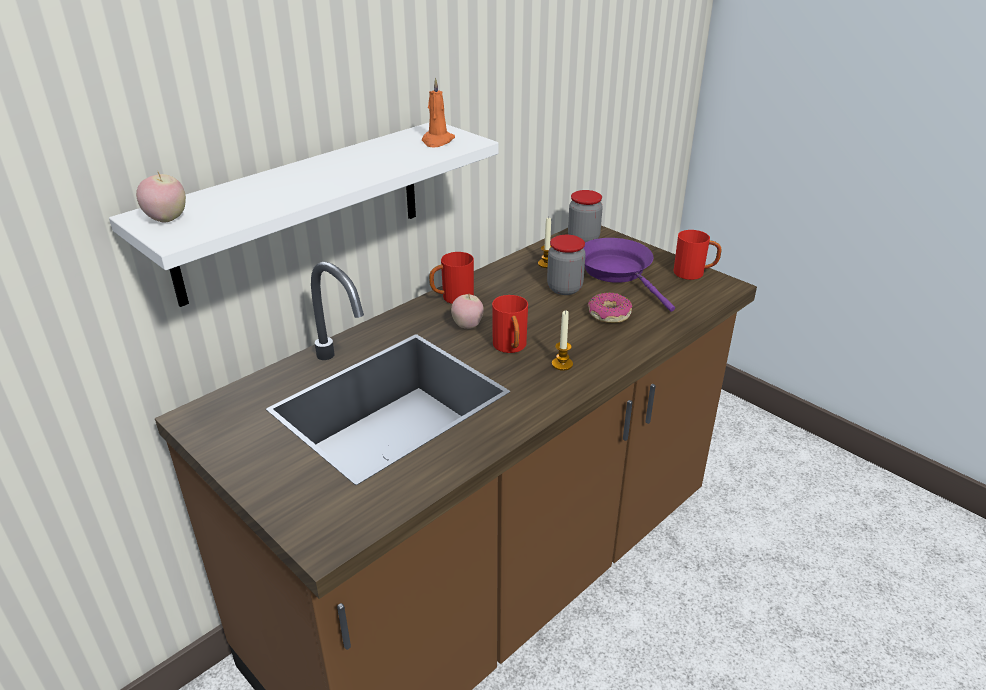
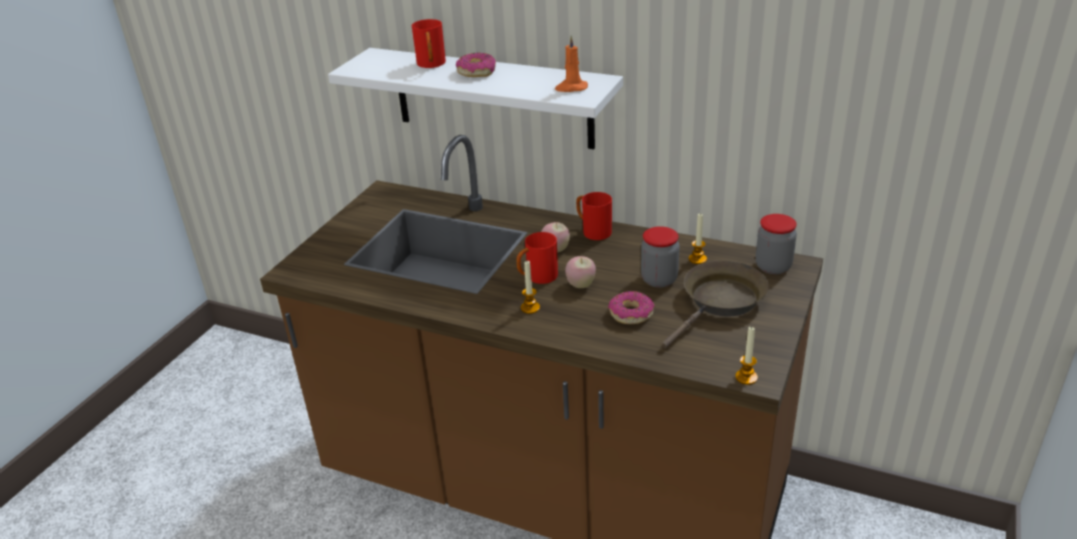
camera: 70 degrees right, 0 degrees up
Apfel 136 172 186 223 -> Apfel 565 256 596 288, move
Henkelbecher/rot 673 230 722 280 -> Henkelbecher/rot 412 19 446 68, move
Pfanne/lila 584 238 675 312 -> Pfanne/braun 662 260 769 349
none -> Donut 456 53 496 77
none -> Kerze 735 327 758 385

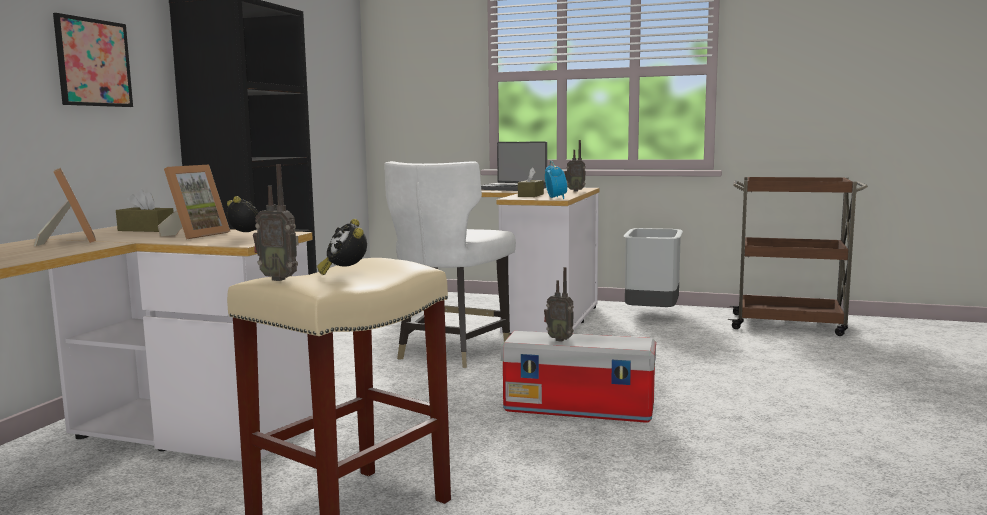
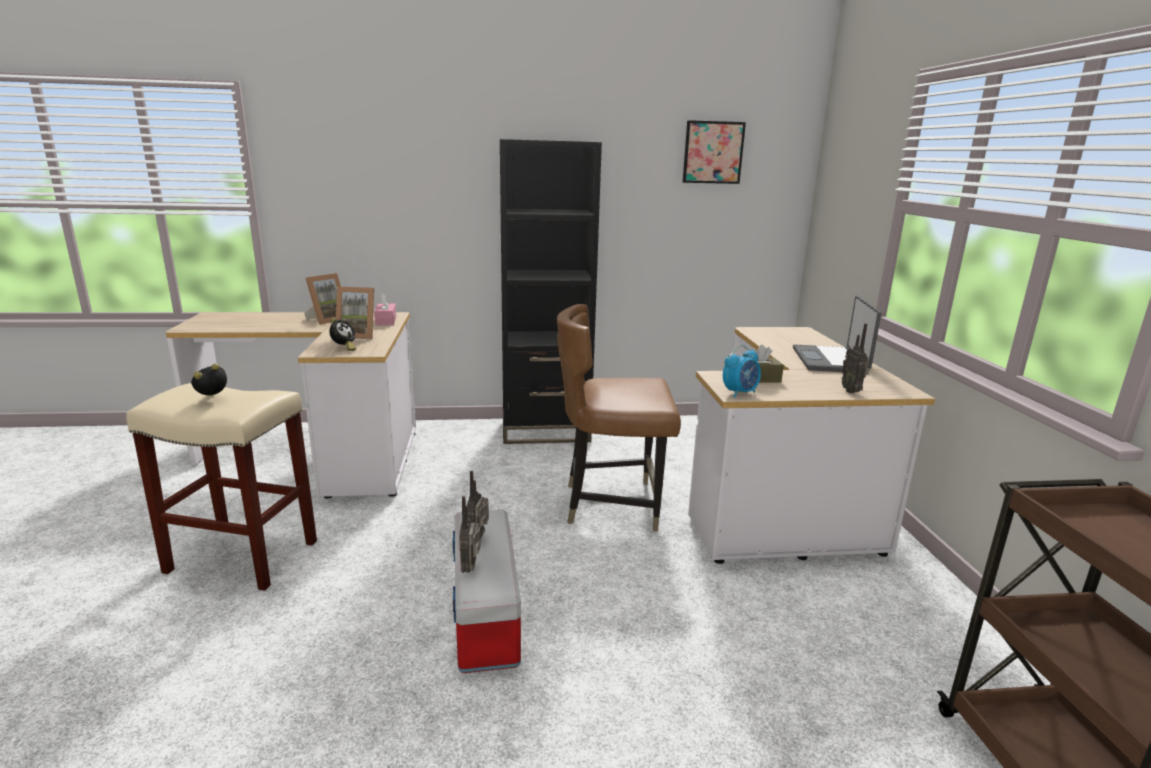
camera: 65 degrees right, 10 degrees up
Bild 53 13 133 107 -> Bild 683 120 746 184, move
Stuhl/weiß 384 161 516 368 -> Stuhl/braun 557 304 681 532
Radio 253 164 299 281 -> Radio 459 496 481 573, move
Taschentuchbox/braun 116 189 174 232 -> Taschentuchbox/rosa 374 293 396 325
Mülleimer/grau 624 228 683 307 -> none

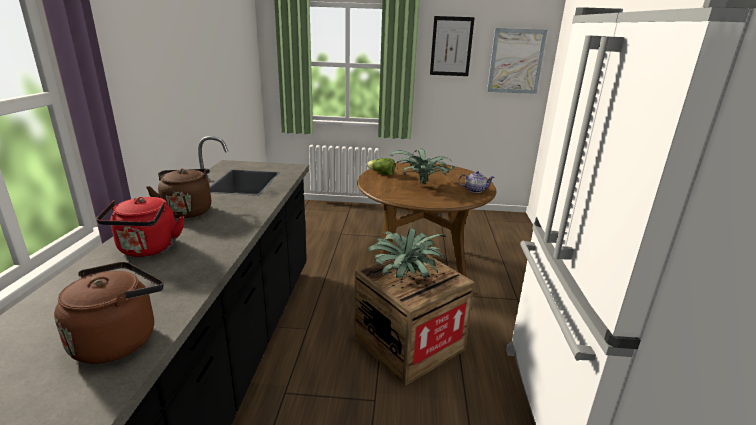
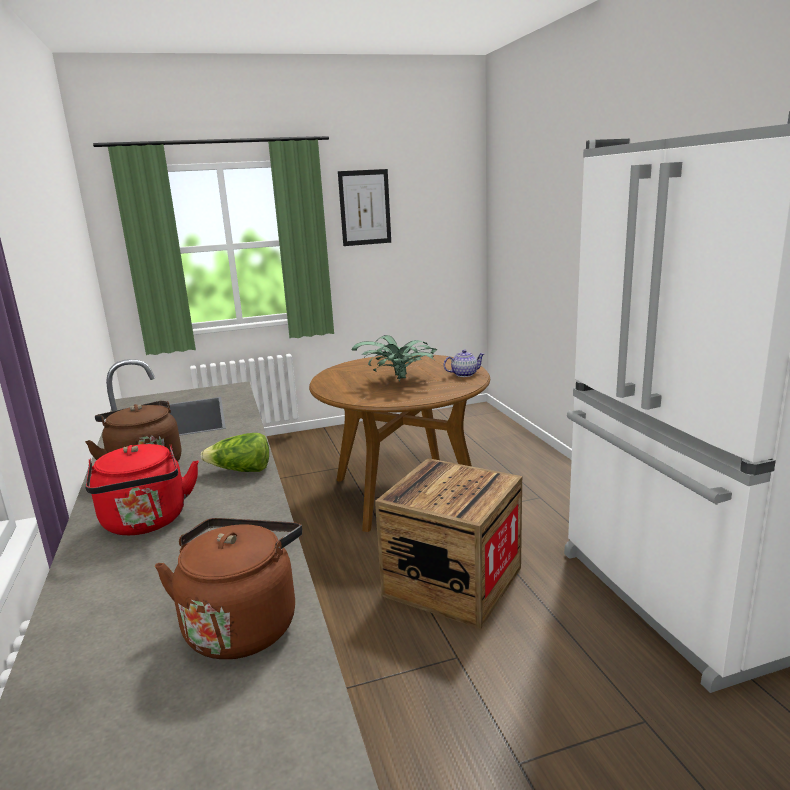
camera: 20 degrees left, 5 degrees down
Bild 487 28 547 94 -> none
Salatkopf 367 158 395 175 -> Salatkopf 201 433 269 472, move
Topfpflanze 367 228 446 278 -> none

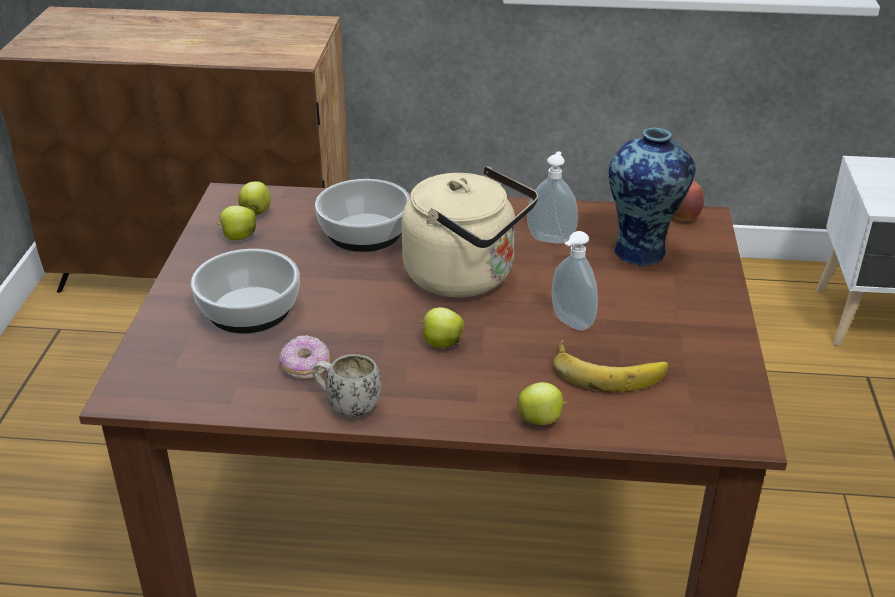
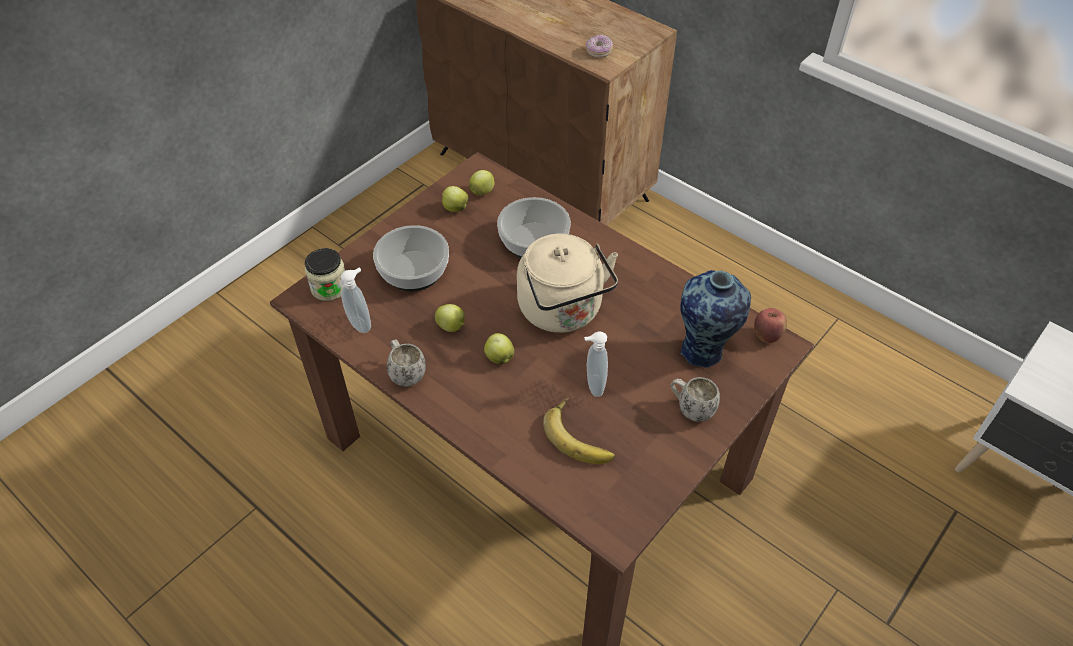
camera: 35 degrees right, 15 degrees up
Seifenspender 527 151 578 244 -> Seifenspender 341 268 371 333, move
Donut 279 335 330 379 -> Donut 586 35 613 58, move
Apfel 517 382 567 425 -> Apfel 435 304 465 332, move
none -> Vorratsglas 305 248 345 301
none -> Henkelbecher/weiß 670 377 720 422

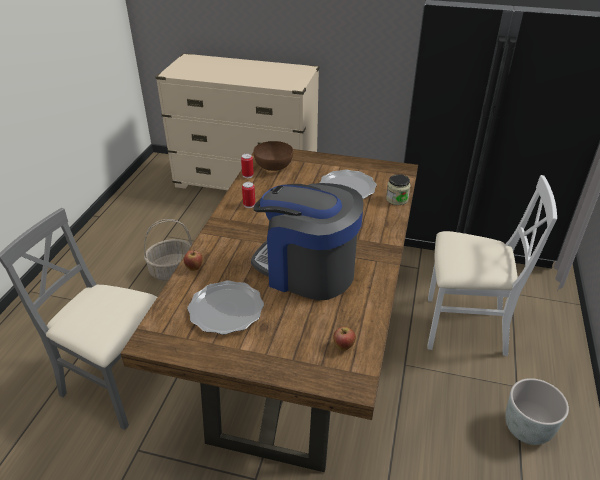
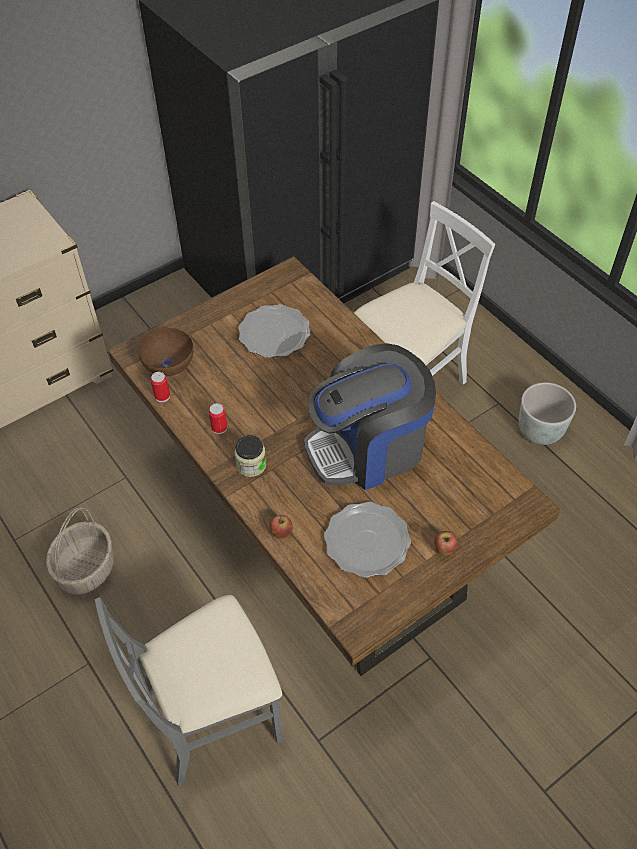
camera: 50 degrees left, 15 degrees up
Vorratsglas 386 174 410 205 -> Vorratsglas 234 435 267 477, move
Apfel 333 327 356 350 -> Apfel 434 531 458 555, move

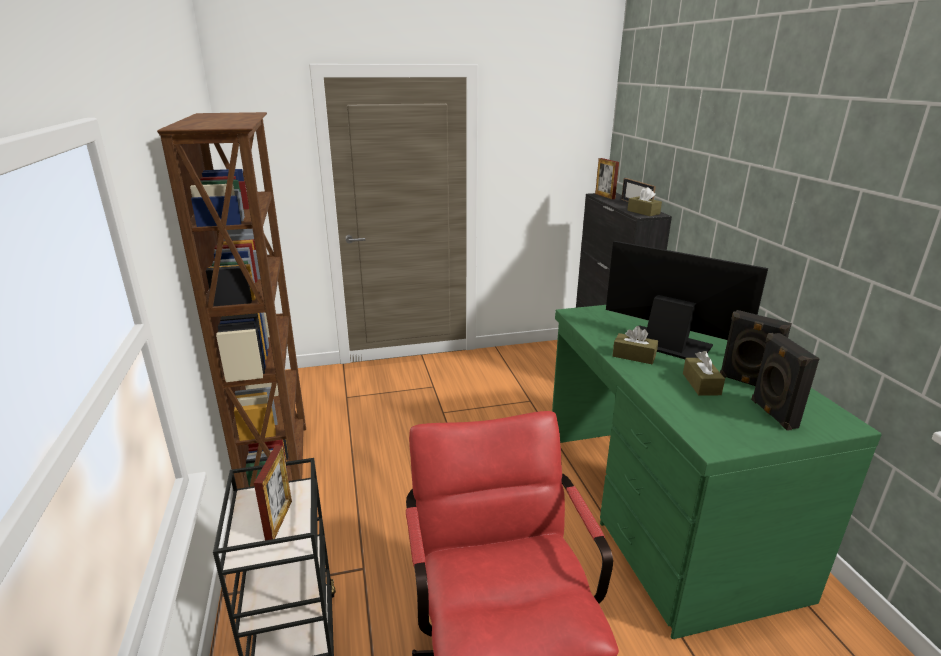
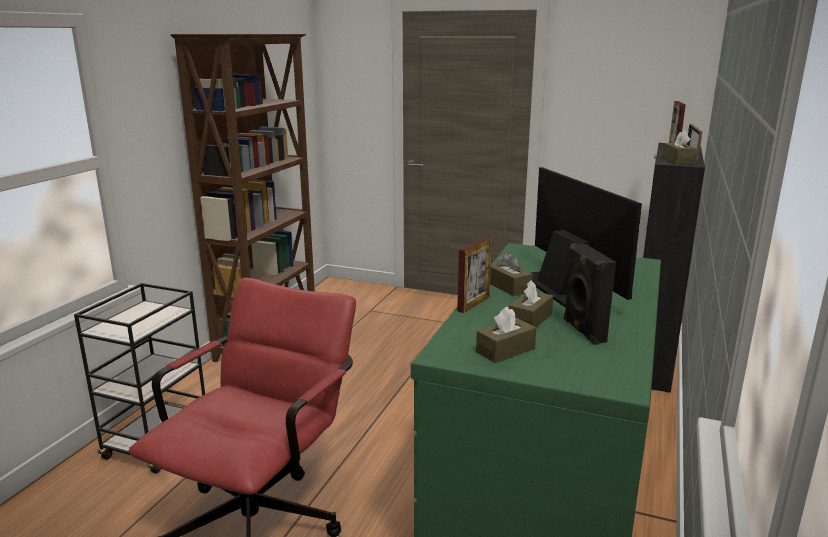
camera: 35 degrees right, 5 degrees down
Lautsprecher/schwarz 751 333 820 431 -> none
Bilderrahmen 254 445 292 540 -> Bilderrahmen 457 237 492 313, move
none -> Taschentuchbox/braun 476 307 536 363

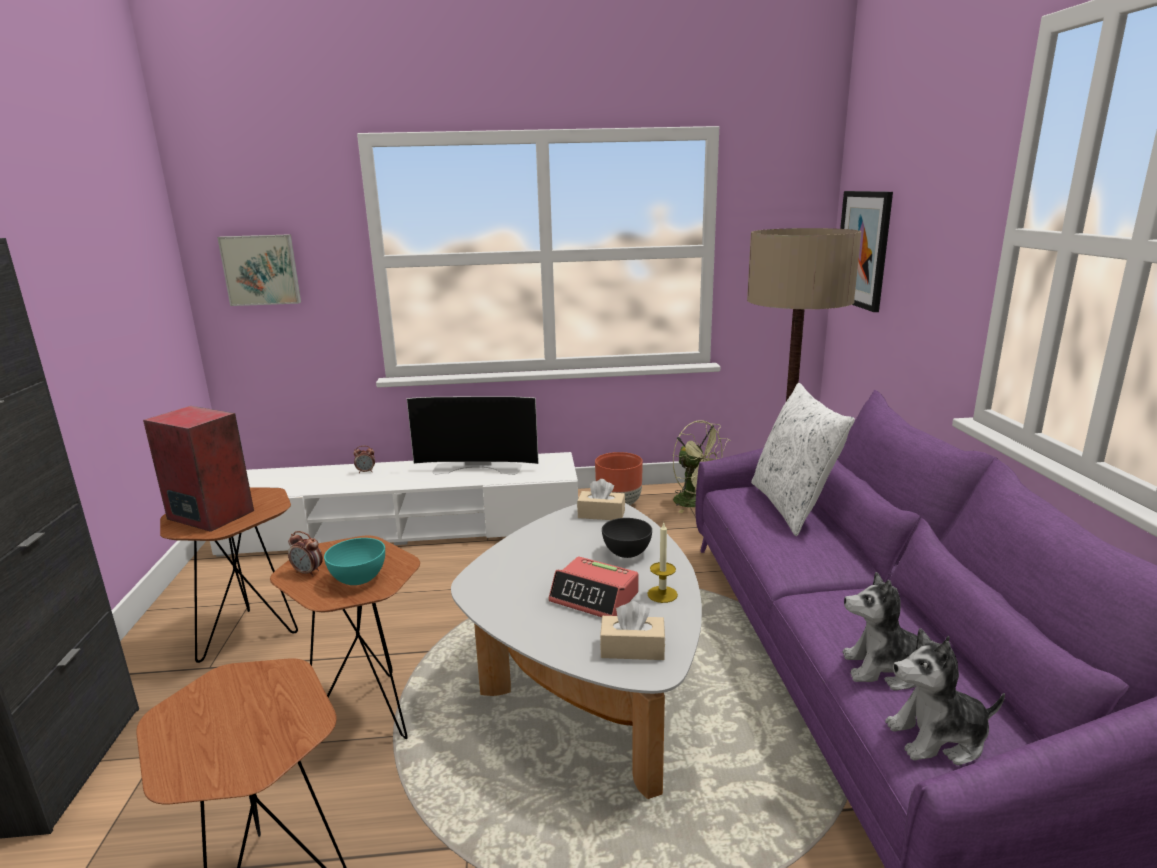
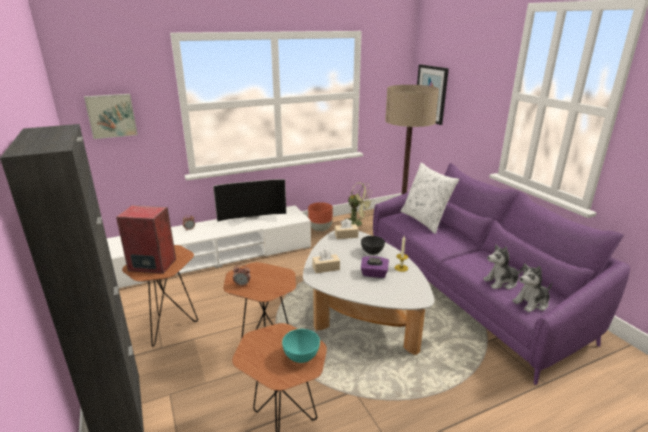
camera: 20 degrees left, 5 degrees up
Schüssel/türkis 324 538 385 585 -> Schüssel/türkis 282 329 320 363, move
Wecker 548 556 638 617 -> Taschentuchbox/lila 361 256 389 278
Taschentuchbox/beige 600 601 665 660 -> Taschentuchbox/beige 312 249 340 273, move

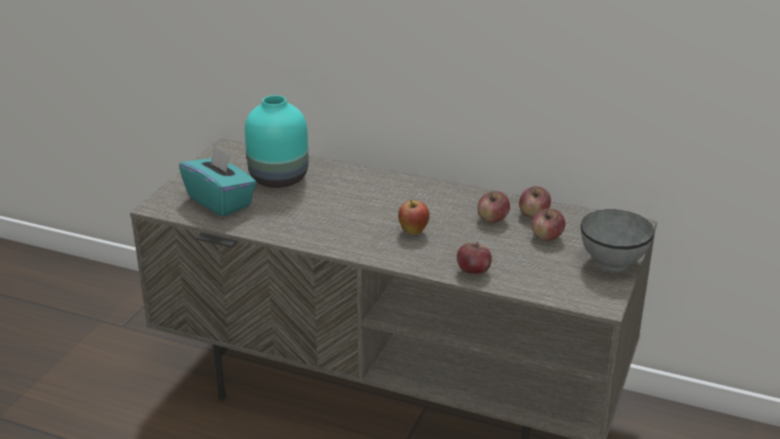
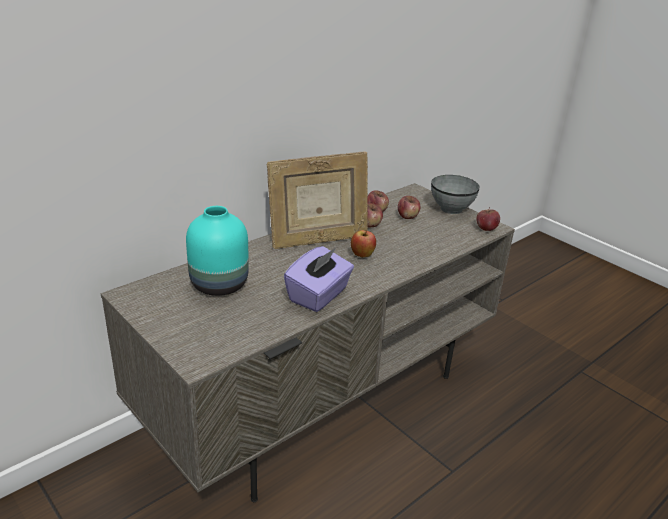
camera: 65 degrees left, 0 degrees up
Taschentuchbox/türkis 179 145 257 217 -> none
Apfel 457 242 492 274 -> Apfel 476 207 500 231, move
none -> Bilderrahmen 267 151 368 249
none -> Taschentuchbox/lila 284 246 354 312

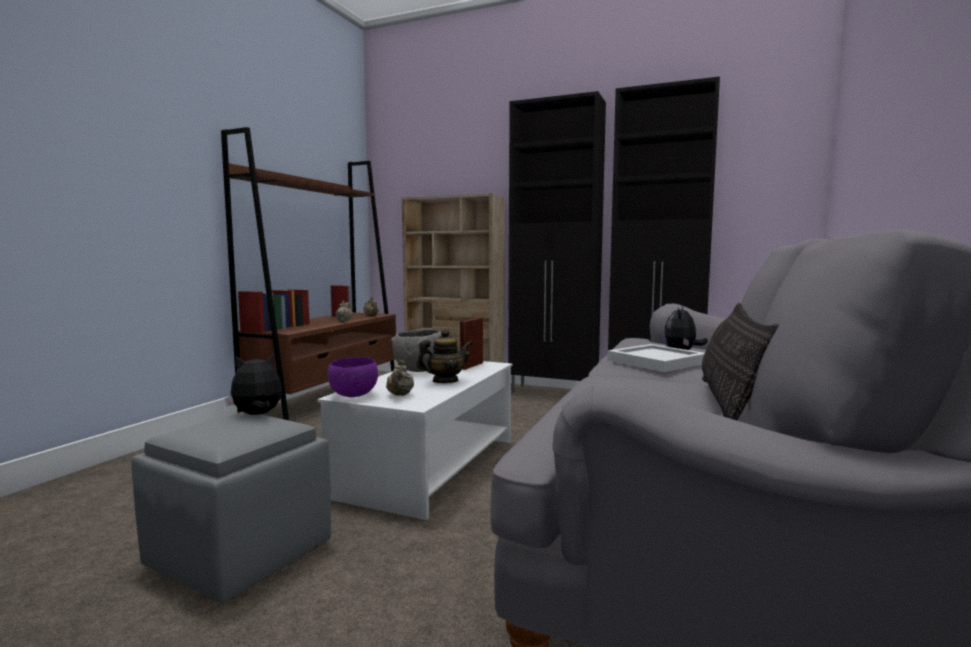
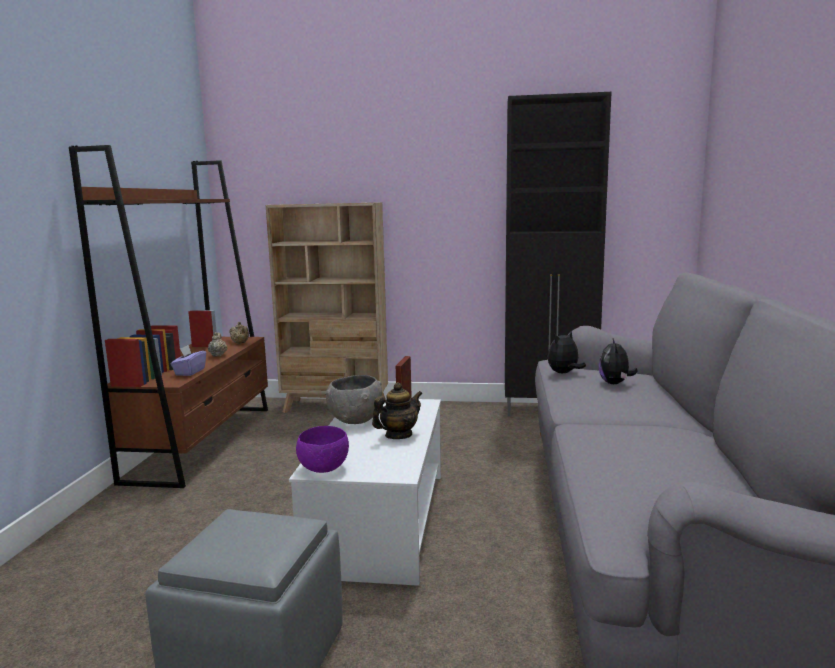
camera: 15 degrees left, 5 degrees up
Schrank/schwarz 508 91 606 393 -> none
Kissen 702 303 779 421 -> none
Tablett/weiß 607 344 705 372 -> none
Plüschtier 225 354 282 415 -> Plüschtier 548 331 586 373, move
Teekanne/beige 386 361 414 396 -> none
none -> Taschentuchbox/lila 171 345 206 376

